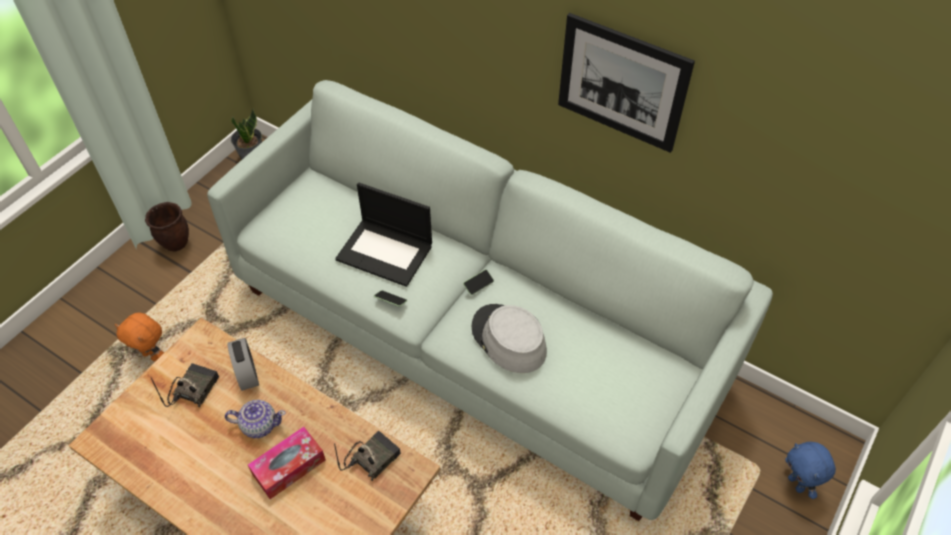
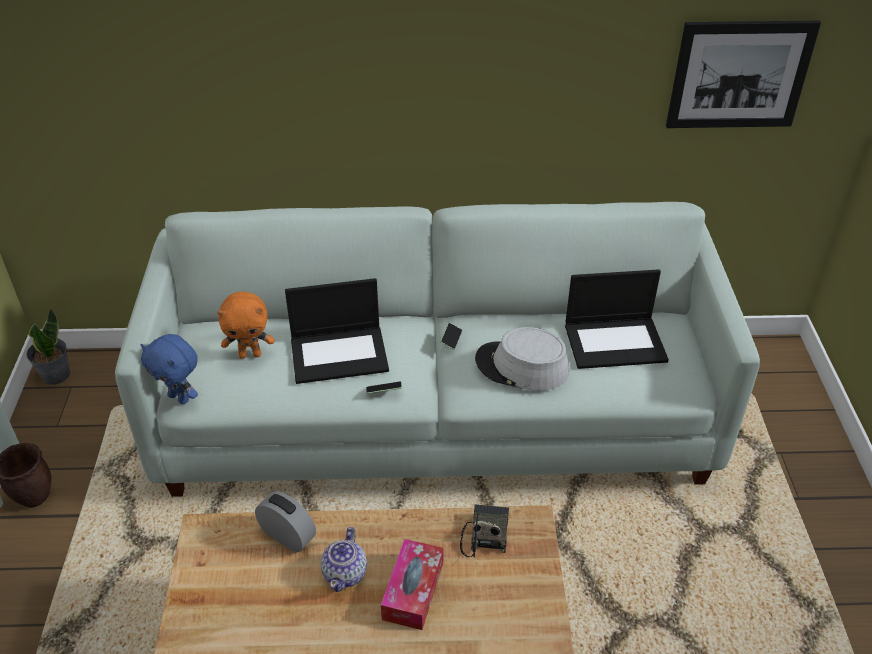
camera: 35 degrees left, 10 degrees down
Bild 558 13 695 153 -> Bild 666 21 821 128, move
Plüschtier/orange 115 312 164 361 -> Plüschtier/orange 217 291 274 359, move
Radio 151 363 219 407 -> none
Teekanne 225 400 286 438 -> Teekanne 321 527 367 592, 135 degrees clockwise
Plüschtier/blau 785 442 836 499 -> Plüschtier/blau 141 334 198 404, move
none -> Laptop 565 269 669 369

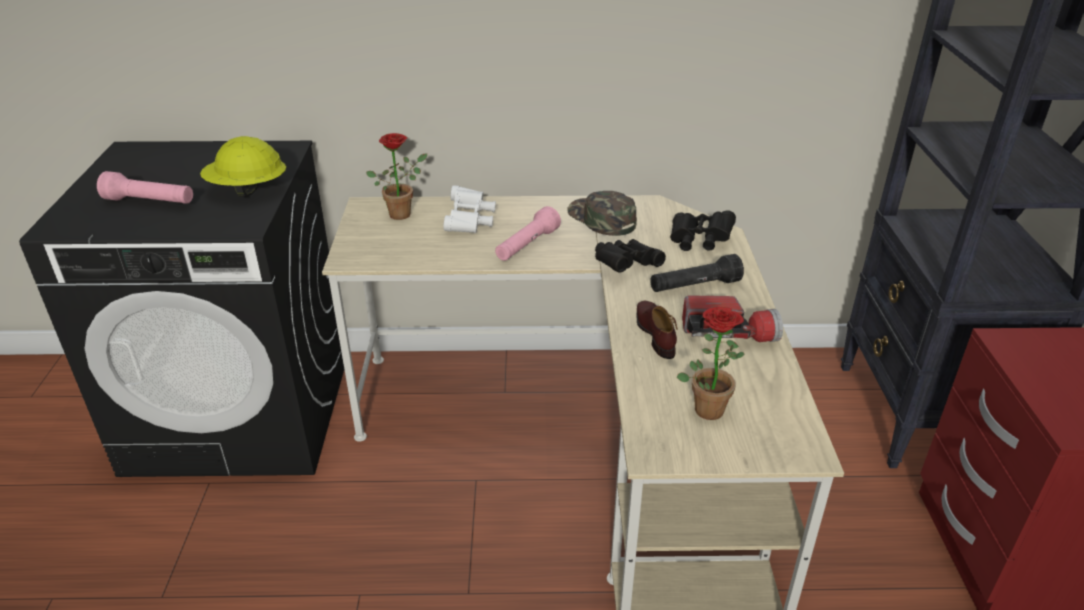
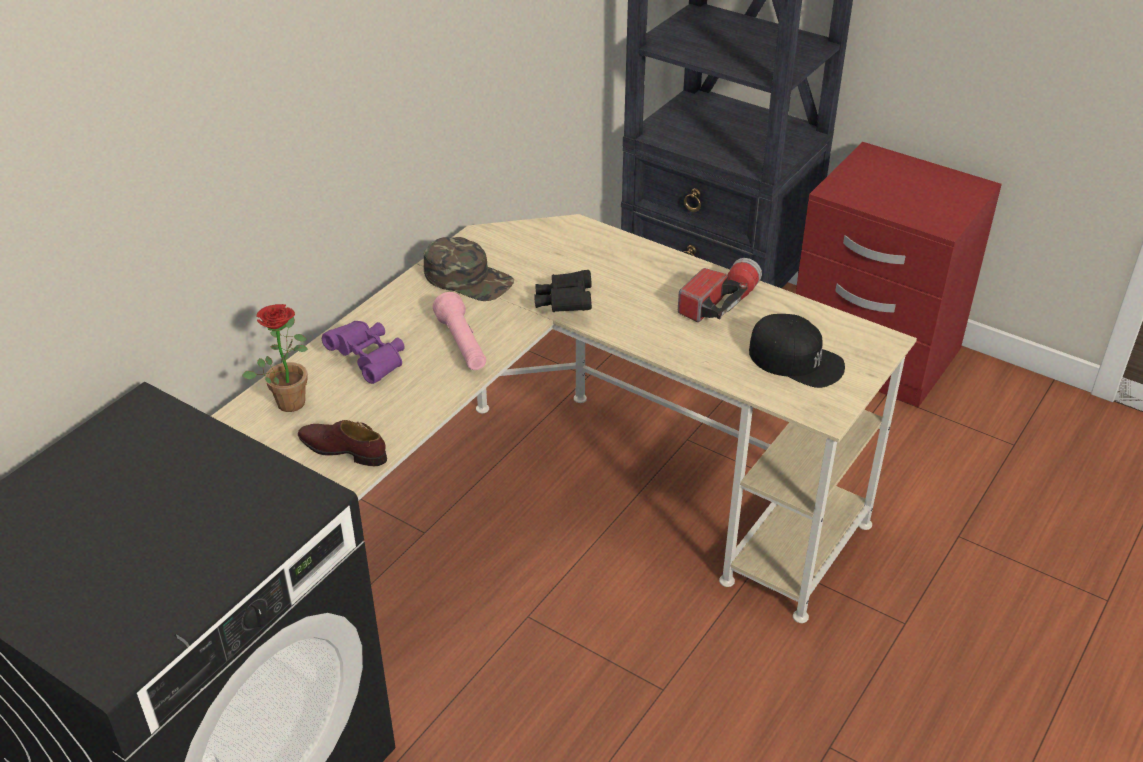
camera: 55 degrees left, 5 degrees up
Schutzhelm/gelb 200 136 286 197 -> none
Taschenlampe/rosa 97 171 193 204 -> none
Fernglas/weiß 443 185 496 233 -> Fernglas/lila 322 321 405 384
Kappe/grün 567 191 637 236 -> Kappe/grün 423 237 514 301, 150 degrees counterclockwise
Fernglas/schwarz 670 211 736 251 -> none
Taschenlampe/schwarz 650 254 744 292 -> none
Schuh/braun 637 301 678 359 -> Schuh/braun 298 420 387 466, move
Topfpflanze 676 307 745 420 -> Kappe/schwarz 749 314 845 388

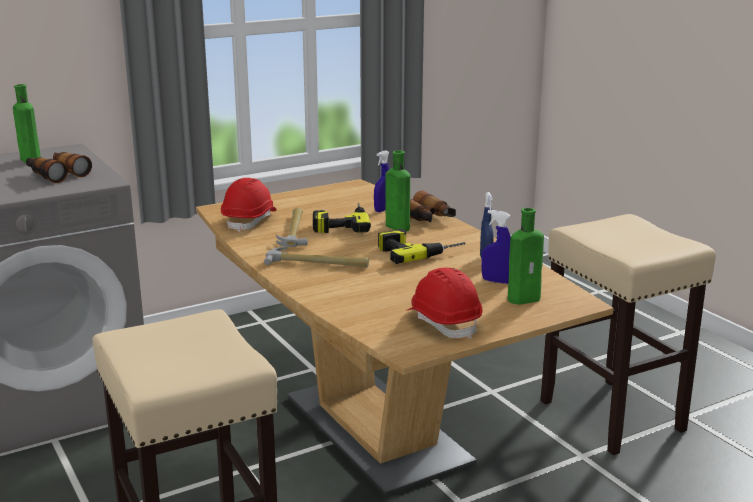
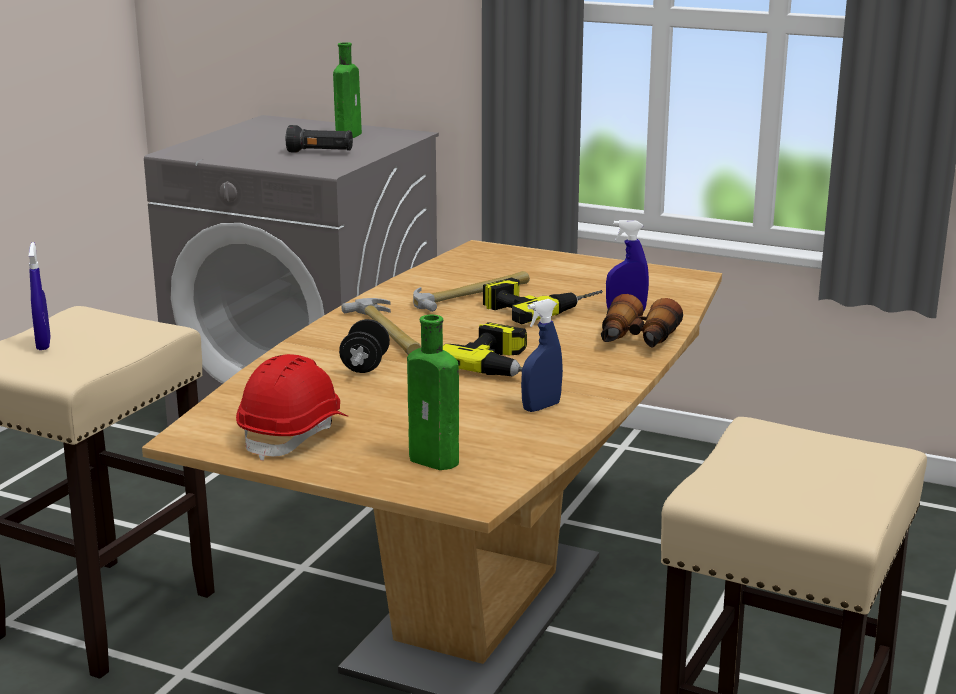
camera: 55 degrees right, 0 degrees up
Flasche/grün 385 150 410 231 -> none
Fernglas 26 152 92 183 -> Taschenlampe/schwarz 286 125 353 153
Schutzhelm/rot 221 178 277 232 -> none
Sprühflasche/blau 481 210 511 284 -> Sprühflasche/blau 28 242 51 350, move
none -> Hantel/schwarz 339 319 390 373

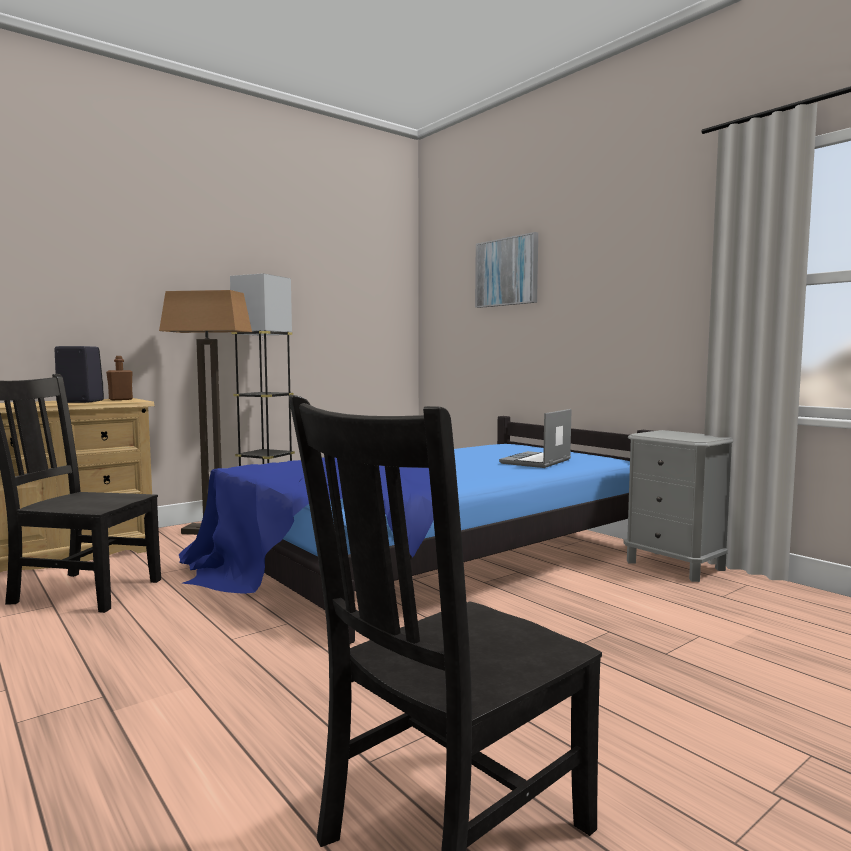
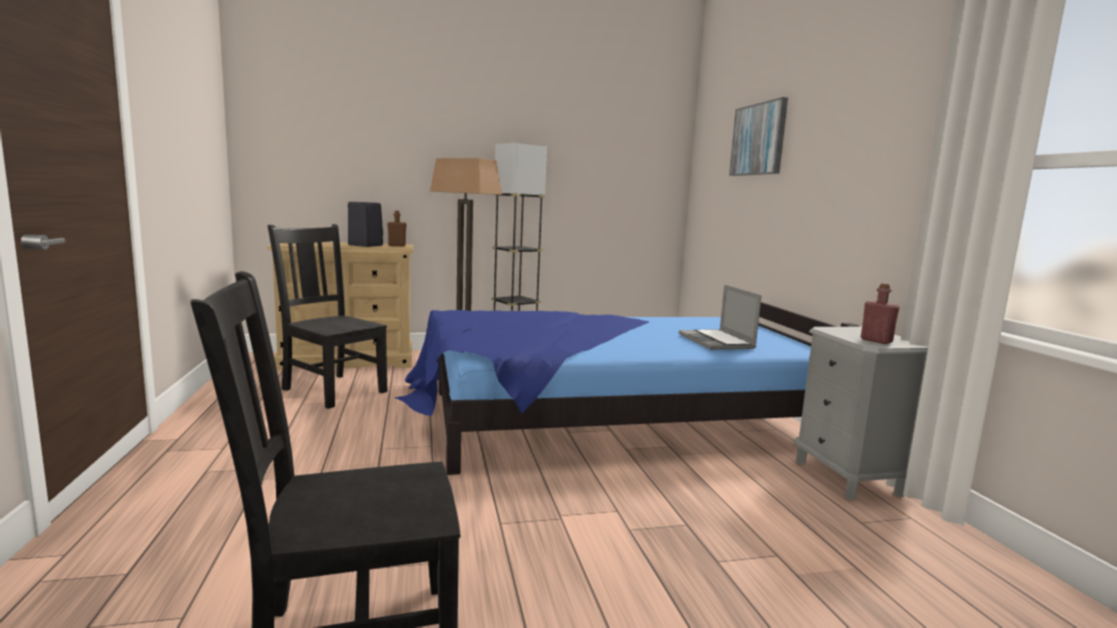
camera: 25 degrees right, 5 degrees up
Laptop 499 409 572 468 -> Laptop 679 285 762 350, 75 degrees counterclockwise
none -> Flasche/rot 861 283 899 344

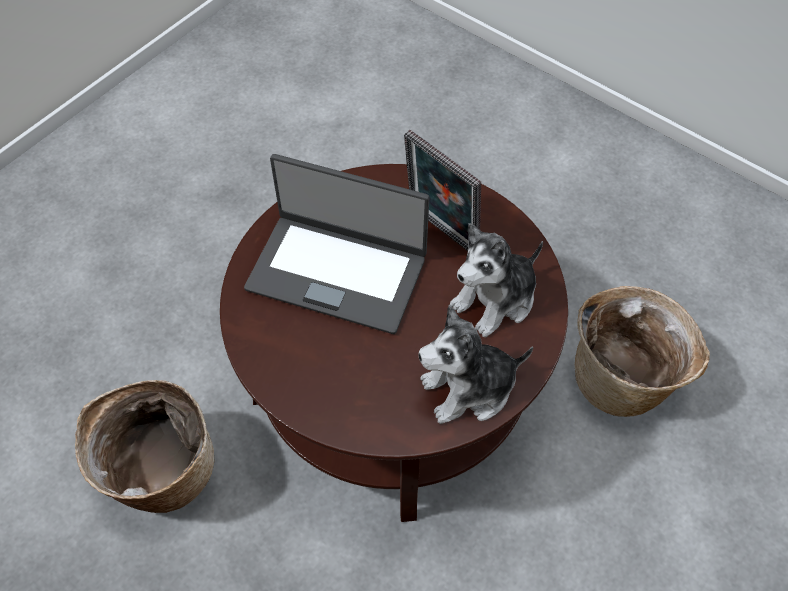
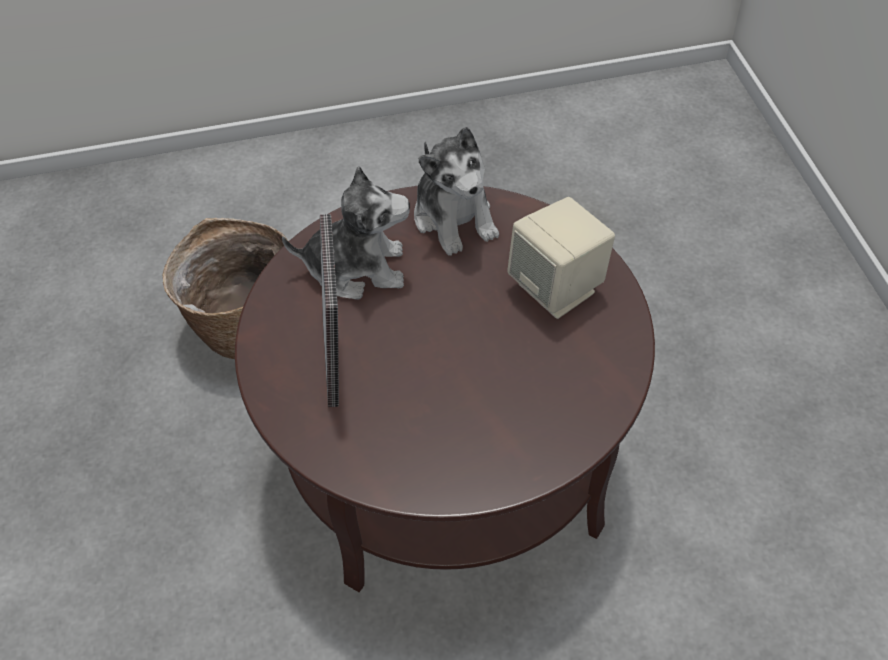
camera: 140 degrees left, 5 degrees down
Laptop 244 154 429 334 -> none
Plüschtier 418 305 533 424 -> Plüschtier 414 127 499 256, 45 degrees clockwise
Korb 75 380 215 513 -> none
none -> Lautsprecher/beige 507 197 615 319

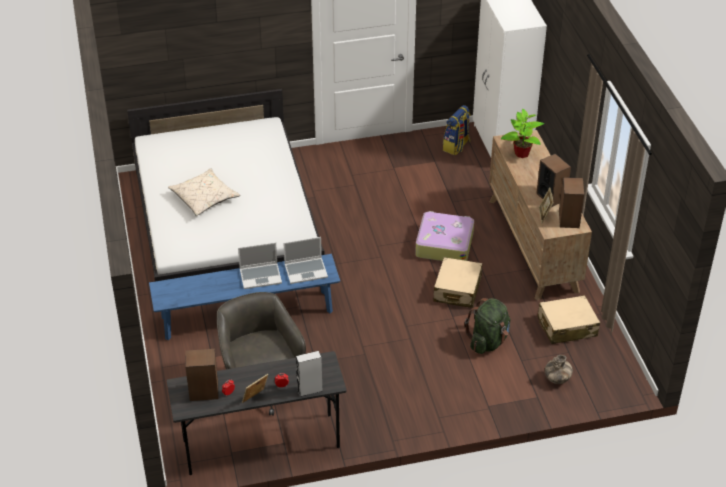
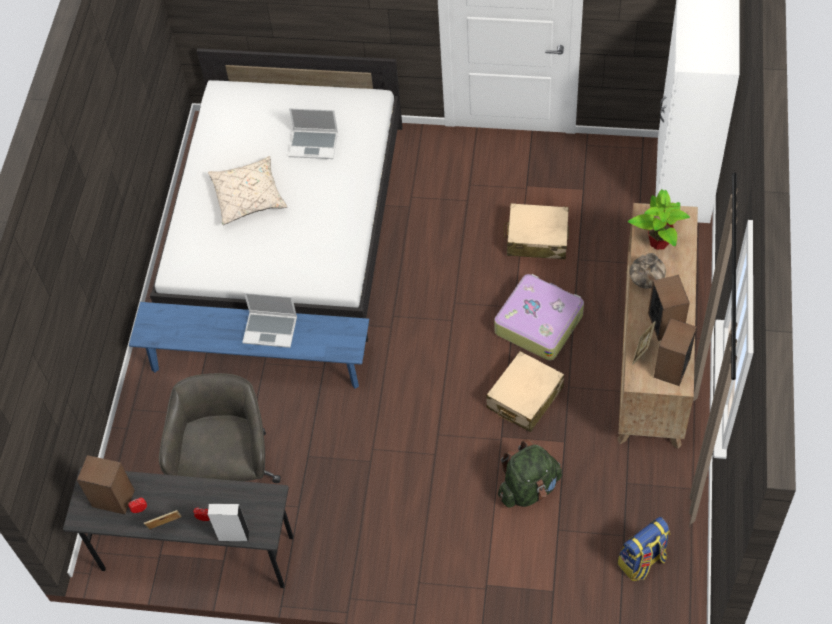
camera: 25 degrees right, 15 degrees up
Rucksack 443 105 471 155 -> Rucksack 618 517 670 581, move
Laptop 283 237 328 284 -> Laptop 288 108 338 159, move
Koffer/beige 537 295 600 344 -> Koffer/beige 504 203 569 259, move
Vase 545 355 573 384 -> Vase 630 253 666 289, move

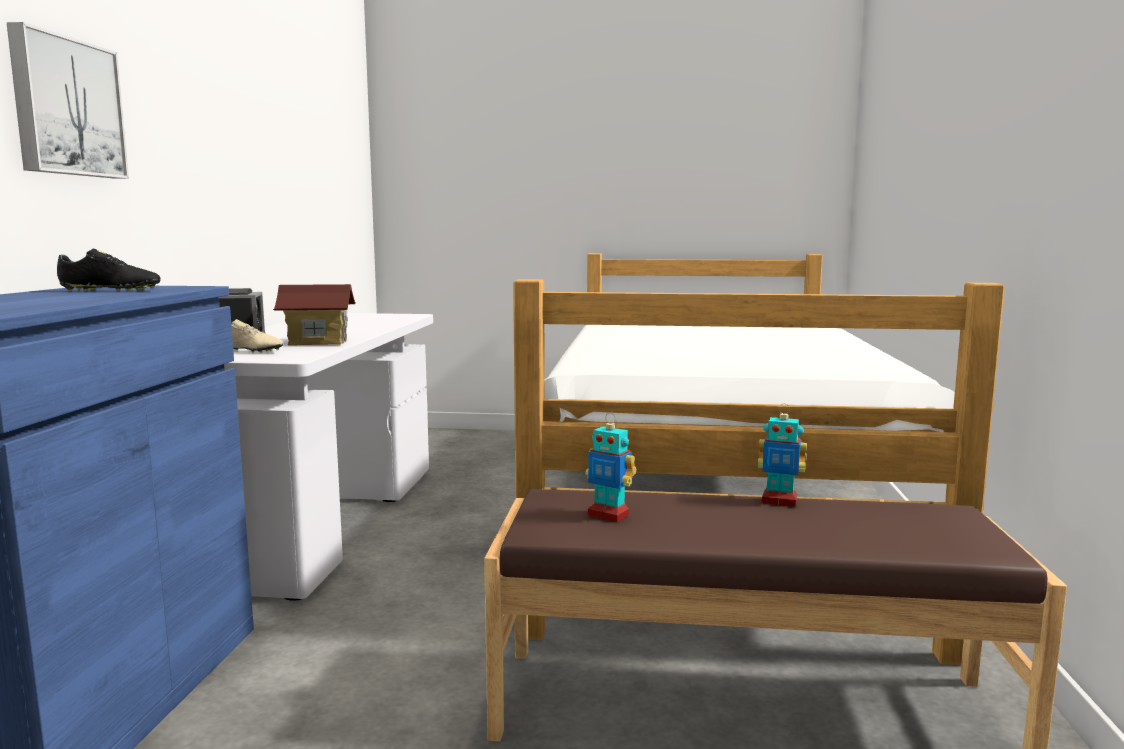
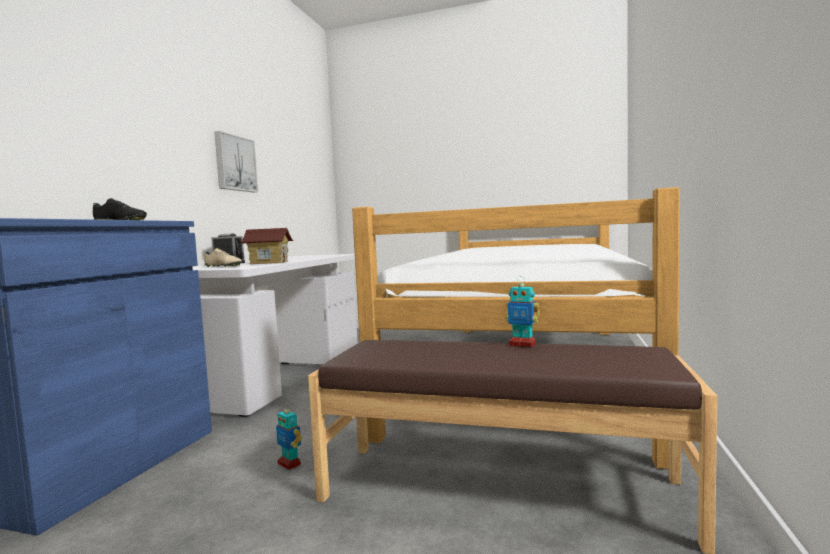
camera: 10 degrees right, 5 degrees down
Bild 7 22 129 179 -> Bild 215 131 258 192, move
Spielzeugroboter 585 413 636 522 -> Spielzeugroboter 276 408 302 470, move

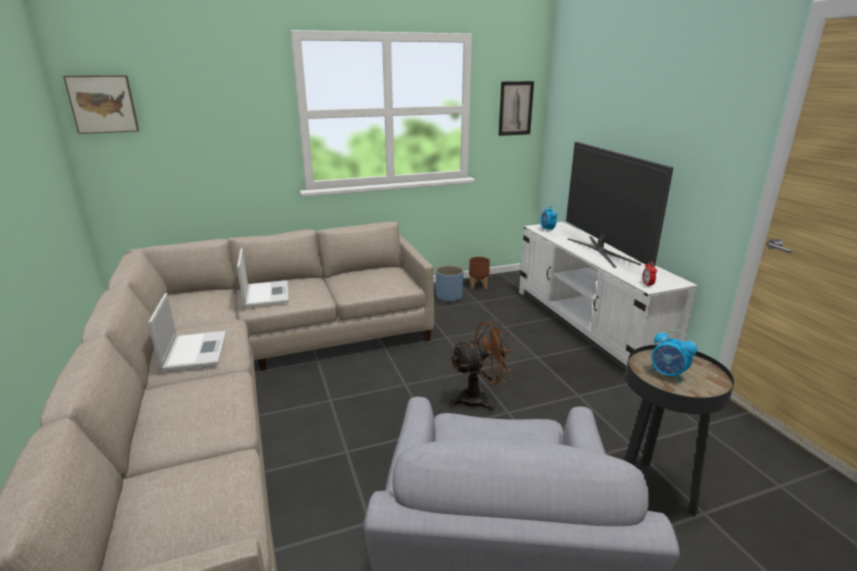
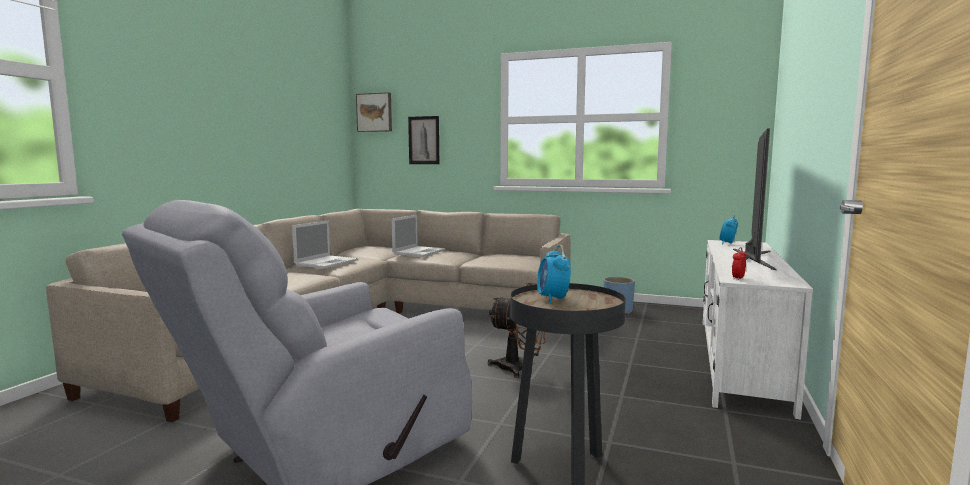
camera: 40 degrees right, 15 degrees down
Bild 498 81 534 136 -> Bild 408 116 439 164, move
Pflanzkübel/braun 469 257 490 289 -> none

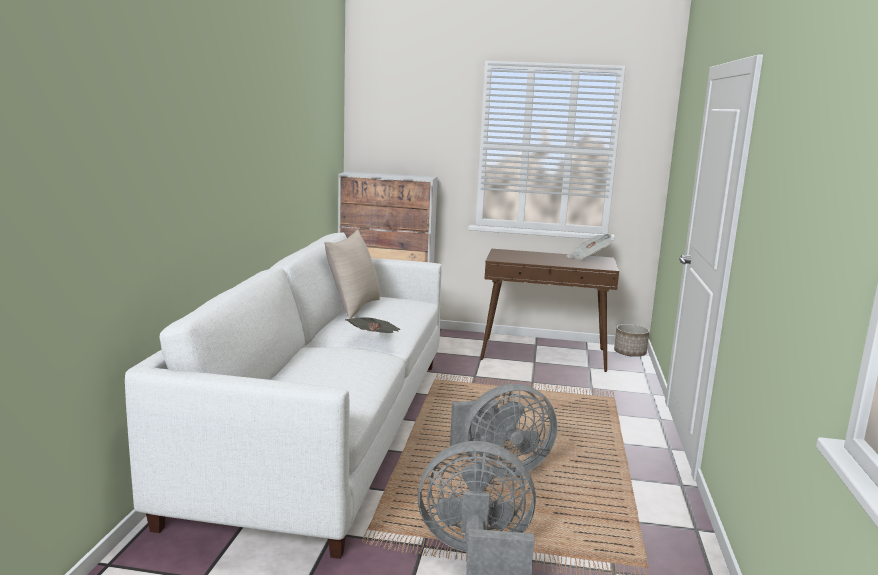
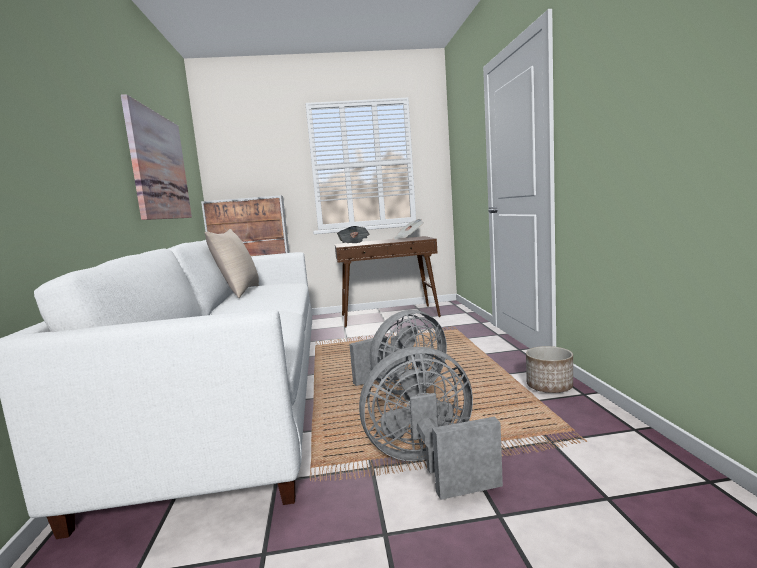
camera: 15 degrees left, 5 degrees down
Zeitung 345 317 400 333 -> Zeitung 337 226 369 243, move
Pflanzkübel 614 324 649 357 -> Pflanzkübel 526 346 573 393, move
none -> Bild 121 94 192 220

